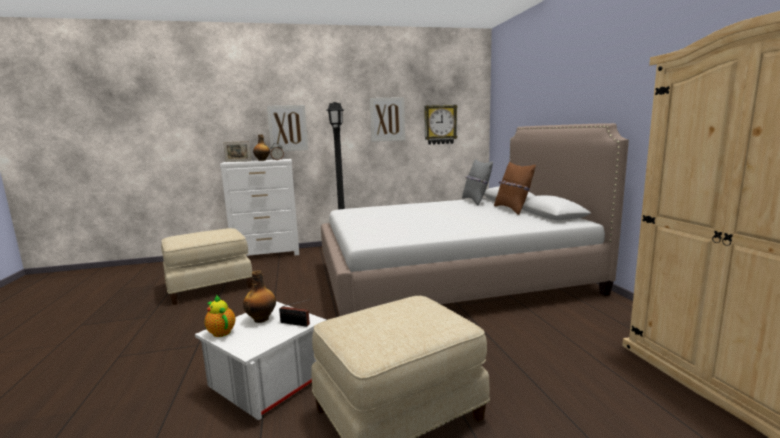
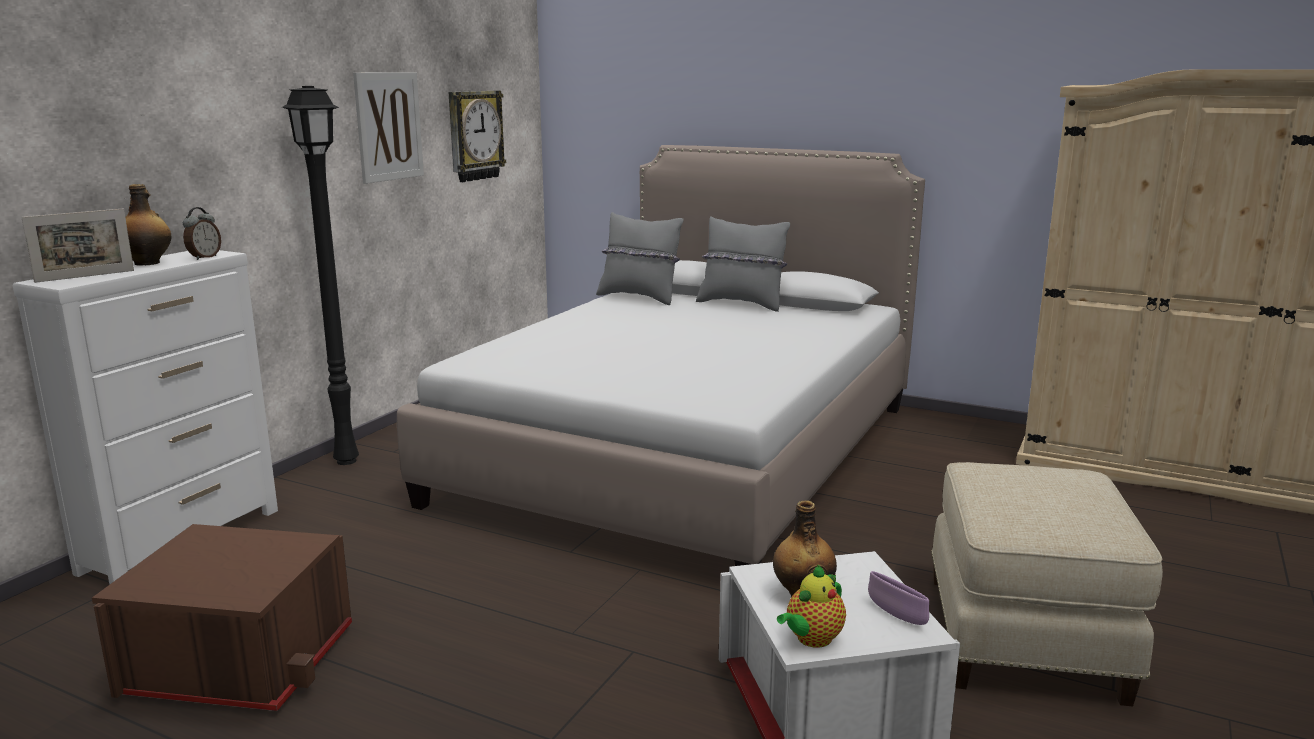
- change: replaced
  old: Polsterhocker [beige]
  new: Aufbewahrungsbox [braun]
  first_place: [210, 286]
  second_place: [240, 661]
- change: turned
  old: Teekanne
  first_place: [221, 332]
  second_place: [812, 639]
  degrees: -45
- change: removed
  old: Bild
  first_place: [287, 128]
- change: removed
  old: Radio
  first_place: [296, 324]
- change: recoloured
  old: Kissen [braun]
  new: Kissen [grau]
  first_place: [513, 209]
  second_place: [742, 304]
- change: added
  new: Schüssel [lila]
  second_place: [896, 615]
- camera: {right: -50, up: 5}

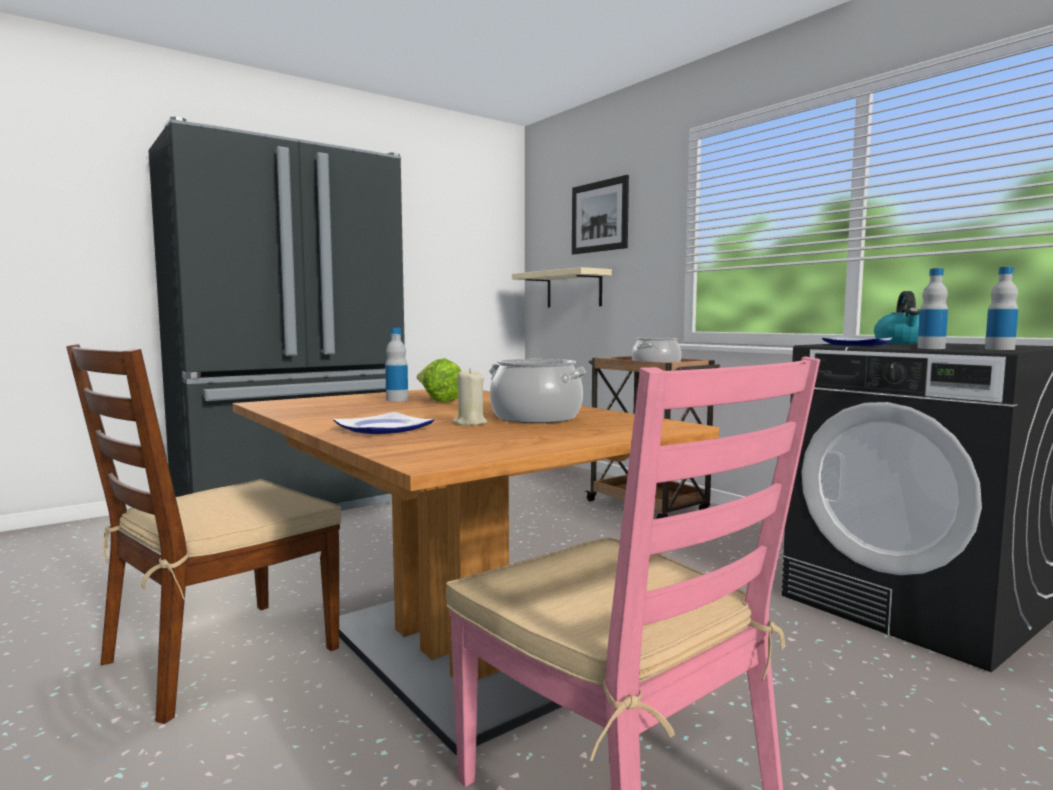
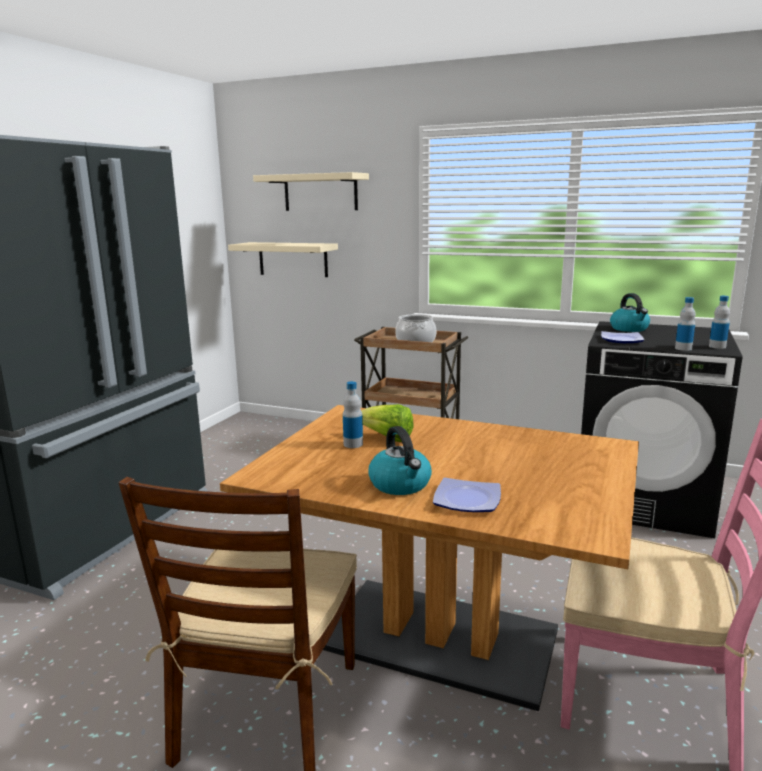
- change: removed
  old: Kerze [beige]
  first_place: [470, 423]
- change: removed
  old: Kochtopf
  first_place: [536, 417]
- change: replaced
  old: Bild
  new: Wandregal [beige]
  first_place: [599, 216]
  second_place: [320, 192]
- change: added
  new: Wasserkessel
  second_place: [401, 484]
- camera: {right: -30, up: 10}

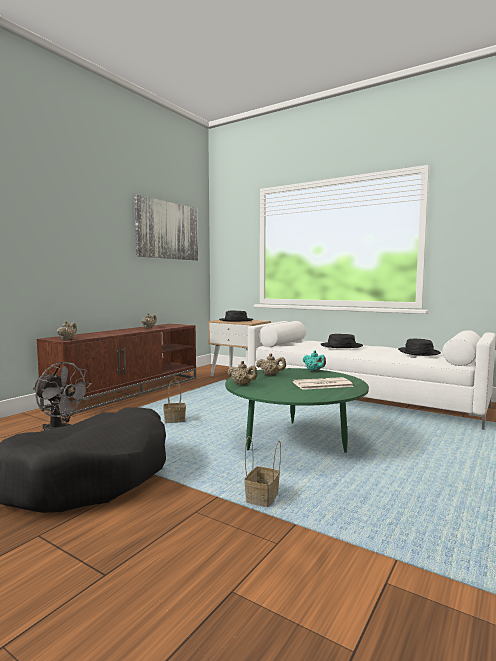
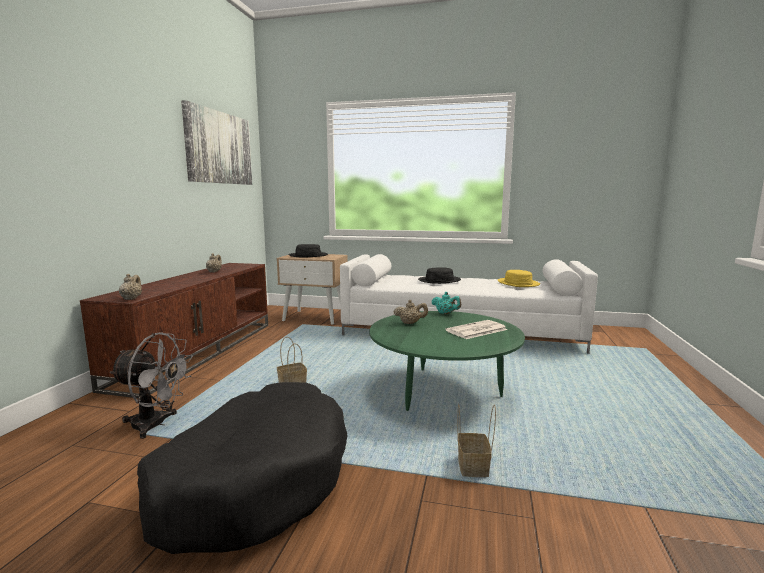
- change: removed
  old: Teekanne [beige]
  first_place: [242, 384]
- change: recoloured
  old: Hut [schwarz]
  new: Hut [gelb]
  first_place: [418, 352]
  second_place: [518, 283]
- camera: {right: -20, up: 5}

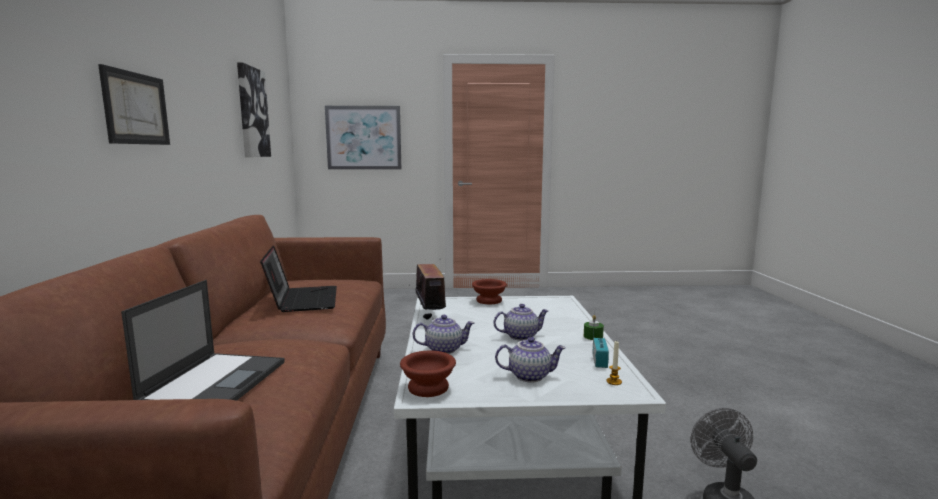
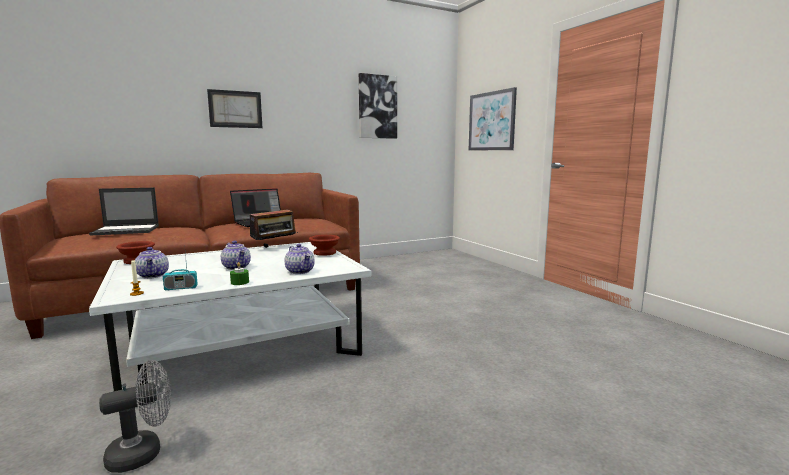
- change: moved
  old: Teekanne
  first_place: [444, 349]
  second_place: [300, 271]
- camera: {right: 65, up: 0}

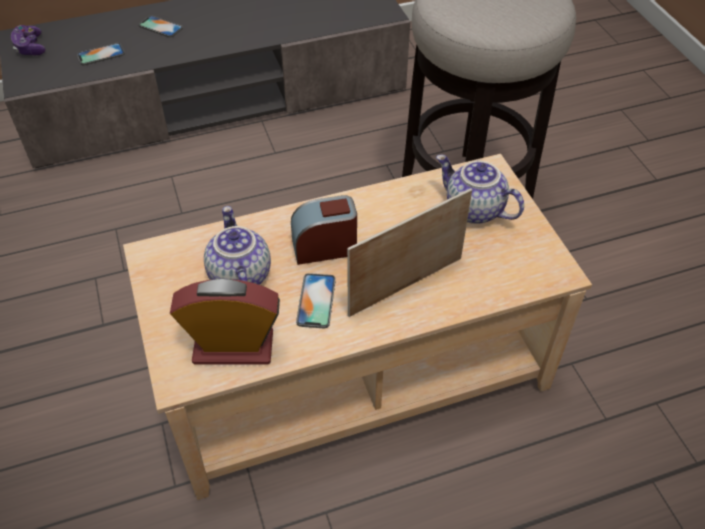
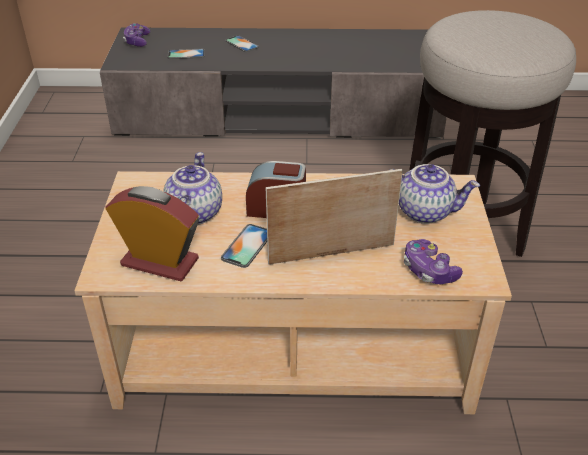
- change: turned
  old: Teekanne
  first_place: [473, 210]
  second_place: [424, 211]
  degrees: 135
- change: added
  new: Gamepad
  second_place: [428, 270]
- camera: {right: 20, up: -10}

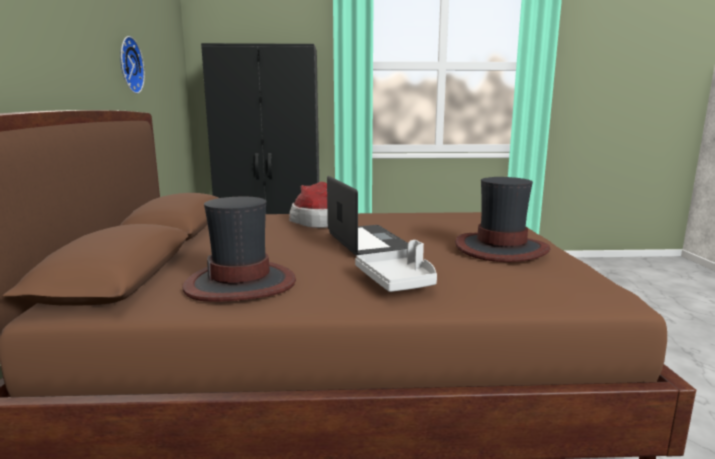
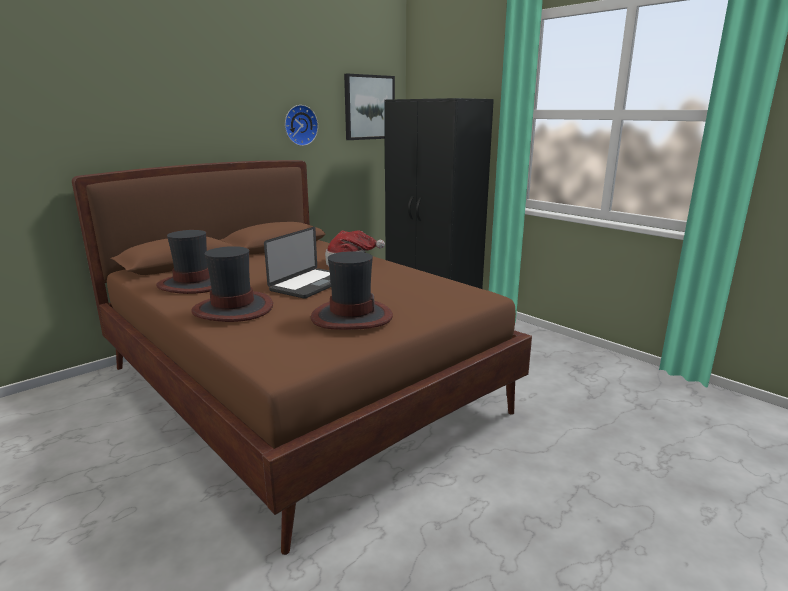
- change: replaced
  old: Tablett [grau]
  new: Hut
  first_place: [398, 281]
  second_place: [233, 309]
- change: added
  new: Bild
  second_place: [369, 107]
- camera: {right: 50, up: 5}

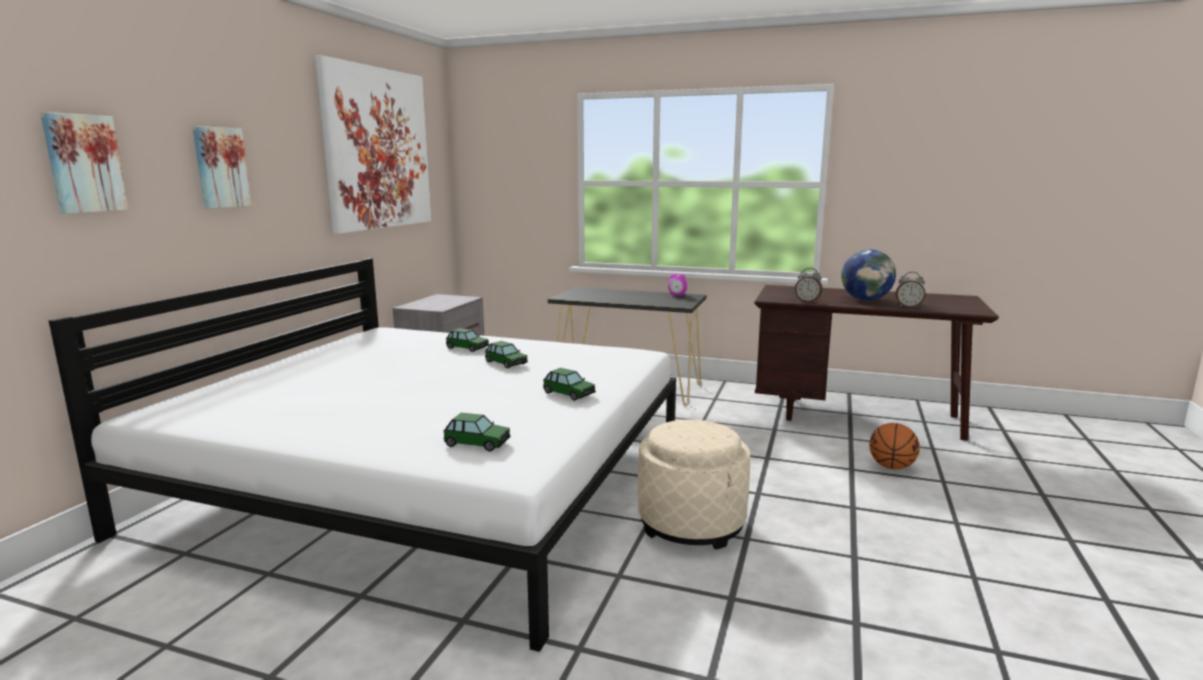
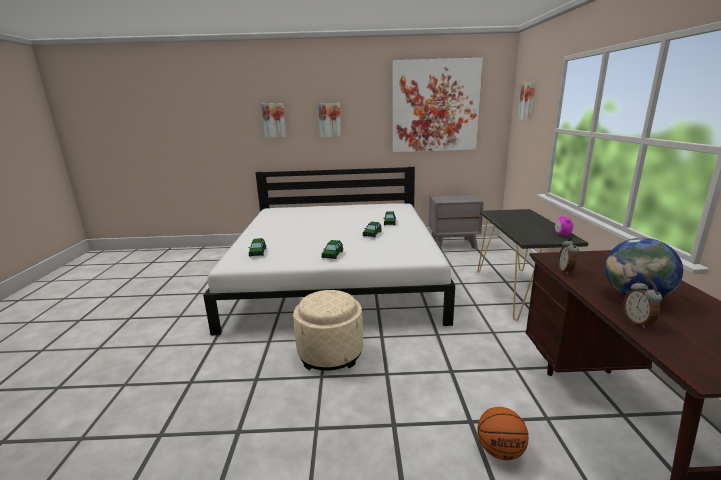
- change: added
  new: Bild
  second_place: [527, 101]
- camera: {right: 70, up: 5}

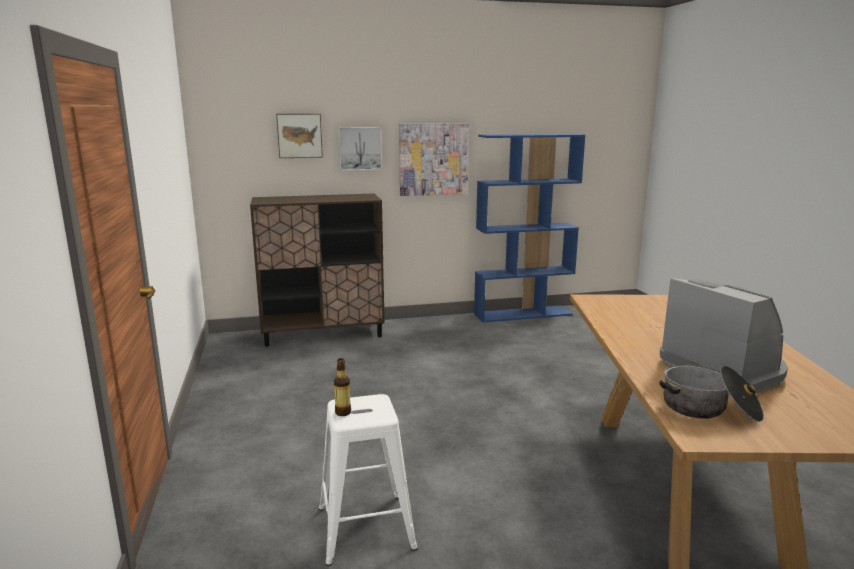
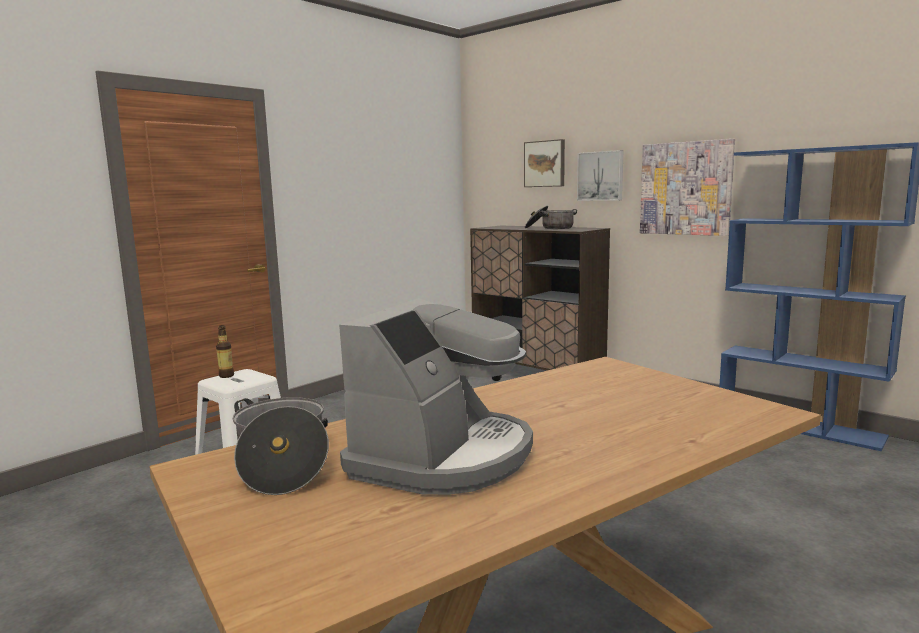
- change: added
  new: Kochtopf
  second_place: [550, 228]
- camera: {right: 55, up: -5}

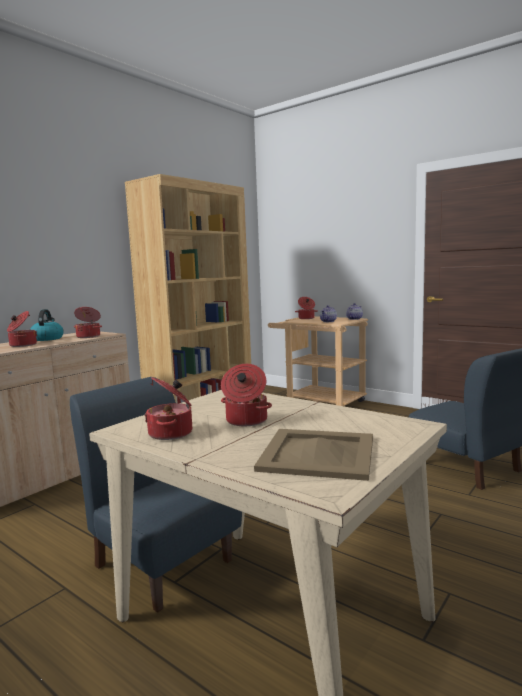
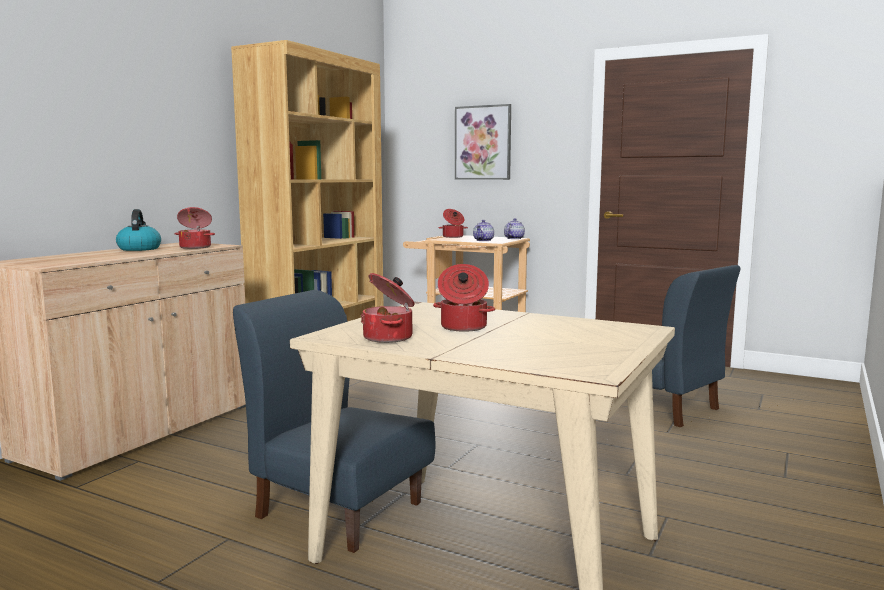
- change: removed
  old: Kochtopf
  first_place: [22, 345]
- change: removed
  old: Tablett [beige]
  first_place: [317, 453]
- change: added
  new: Bild
  second_place: [483, 143]
- camera: {right: -10, up: 0}

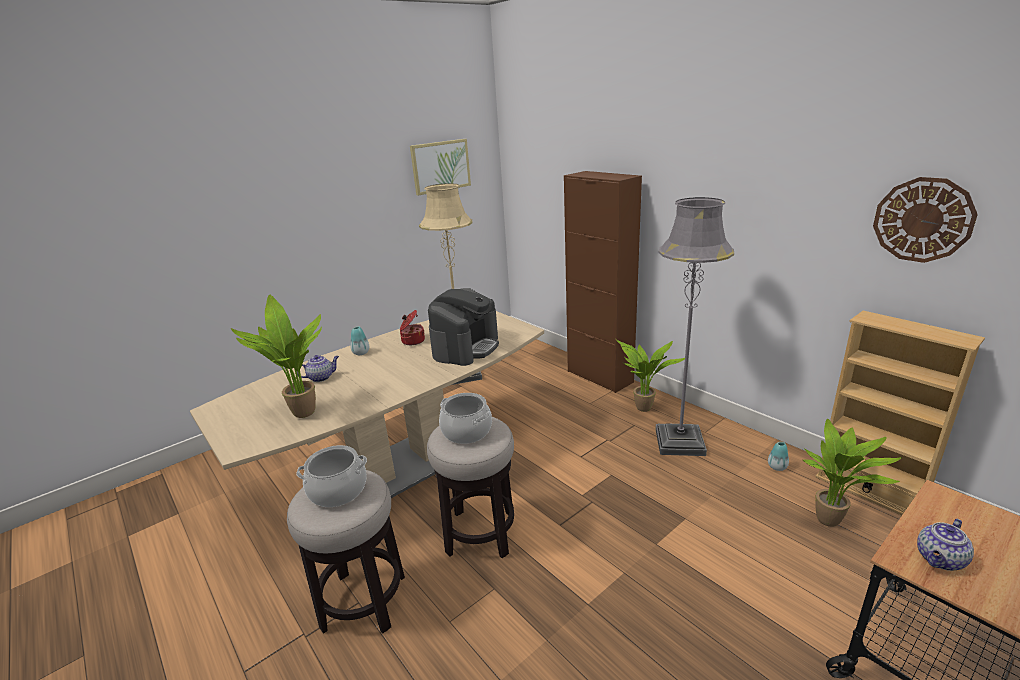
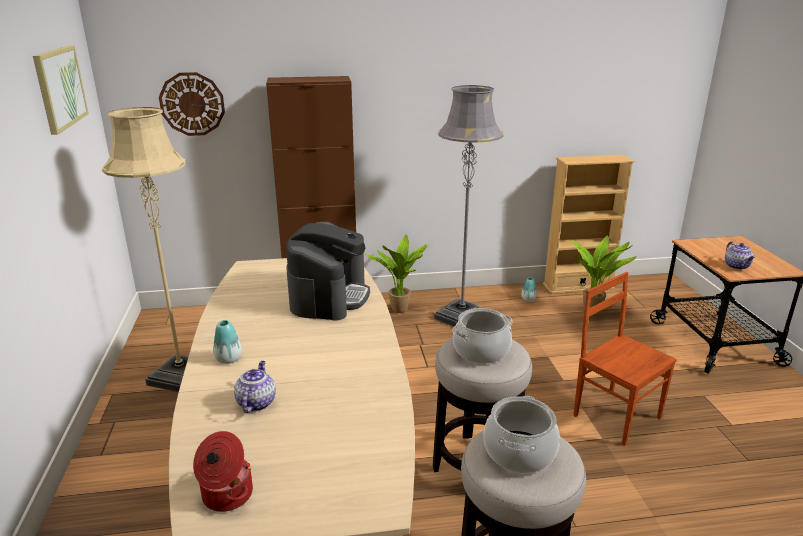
- change: removed
  old: Topfpflanze
  first_place: [300, 414]
- change: moved
  old: Kochtopf
  first_place: [412, 341]
  second_place: [226, 495]
- change: turned
  old: Kaffeemaschine
  first_place: [466, 347]
  second_place: [329, 297]
  degrees: 45
- change: moved
  old: Wanduhr
  first_place: [922, 220]
  second_place: [192, 104]
- change: added
  new: Stuhl [braun]
  second_place: [616, 415]
- camera: {right: -60, up: 0}

